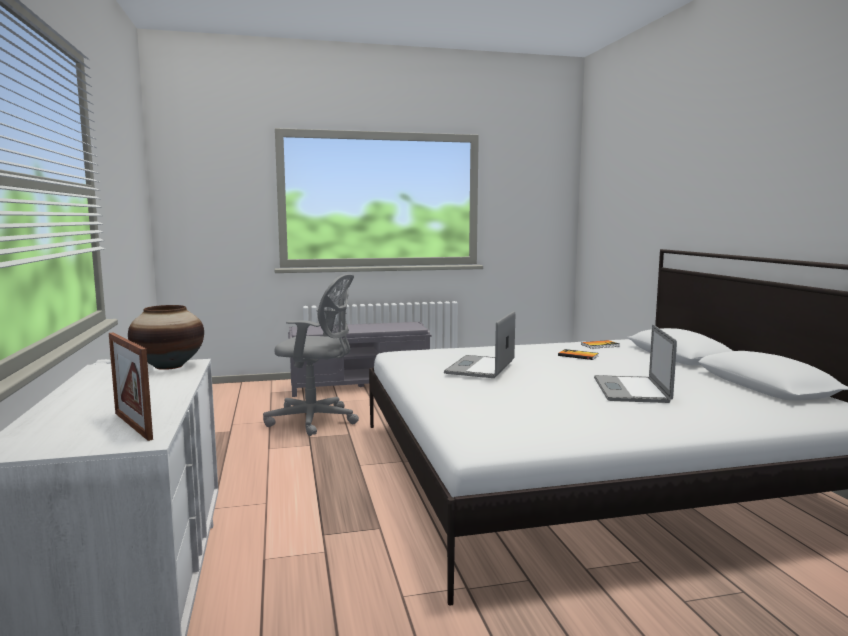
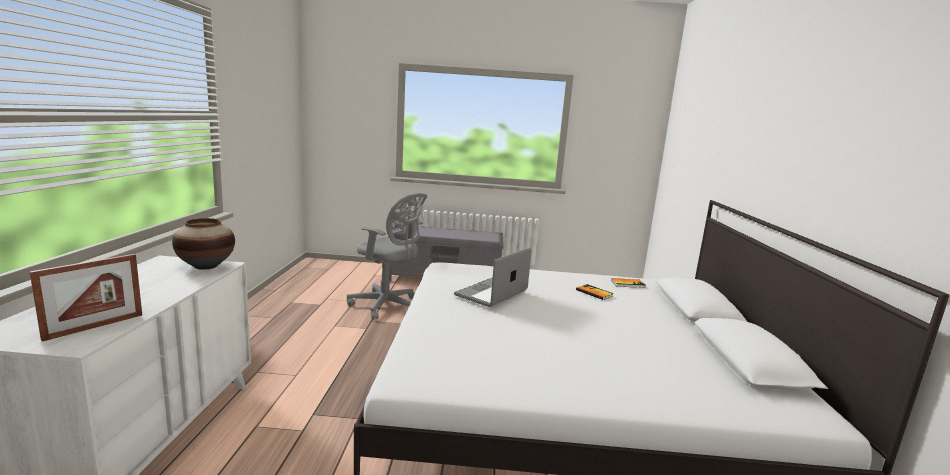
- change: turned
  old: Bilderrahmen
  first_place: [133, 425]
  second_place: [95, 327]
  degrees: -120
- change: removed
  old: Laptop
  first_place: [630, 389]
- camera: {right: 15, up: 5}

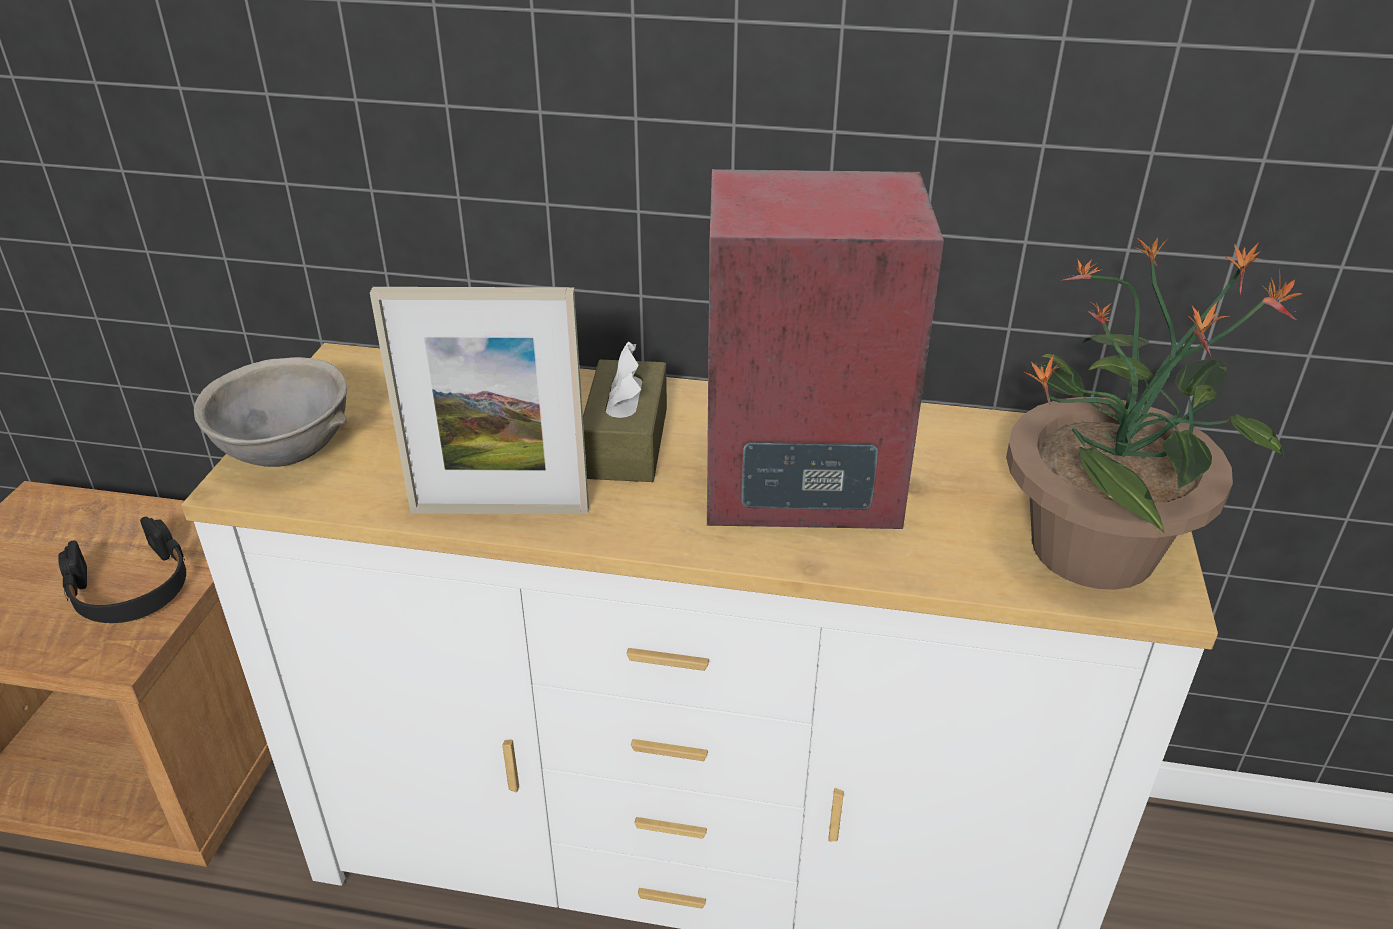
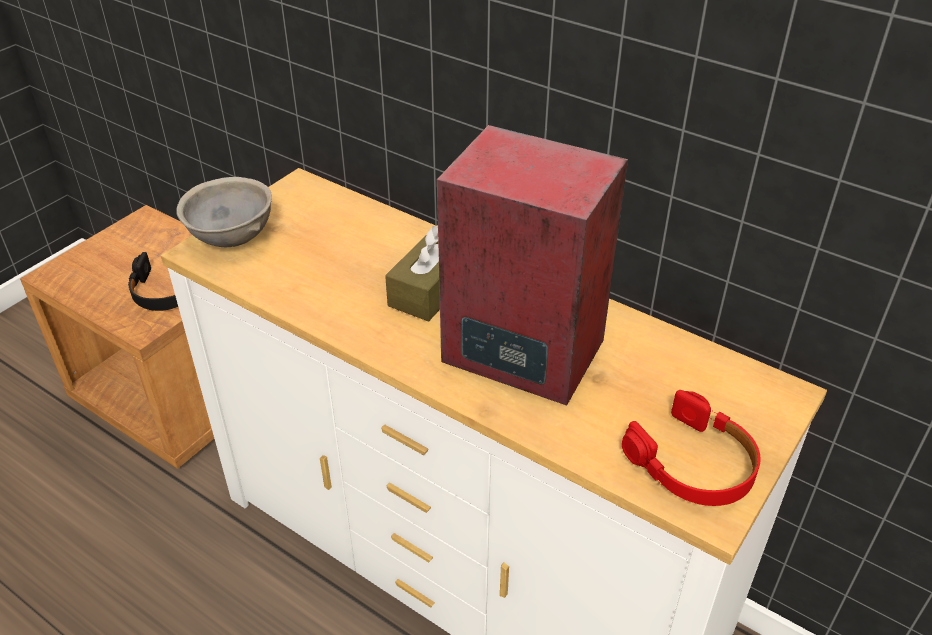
- change: removed
  old: Bilderrahmen
  first_place: [500, 510]
- change: replaced
  old: Topfpflanze
  new: Kopfhörer [rot]
  first_place: [1096, 547]
  second_place: [693, 464]
- camera: {right: 25, up: 5}

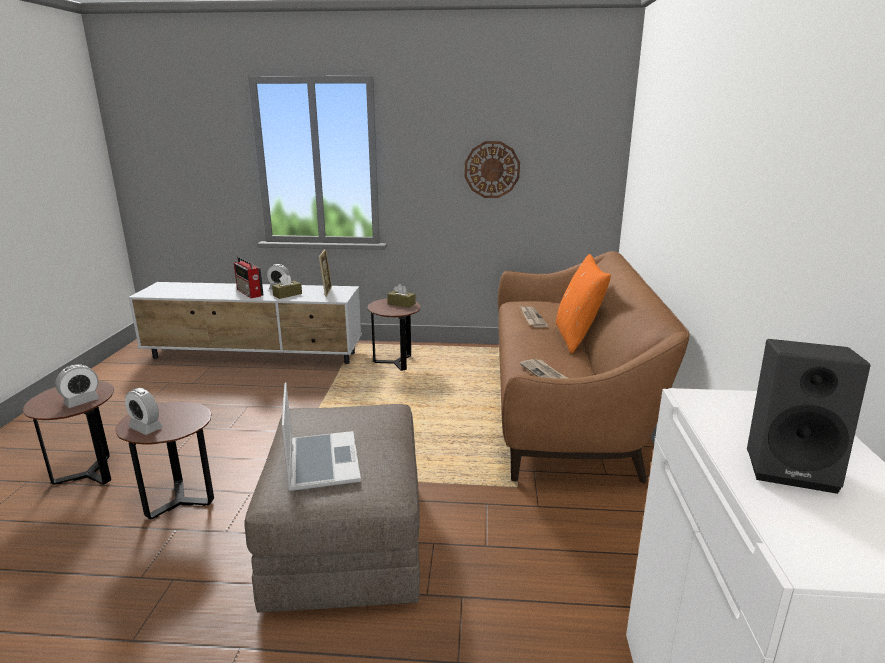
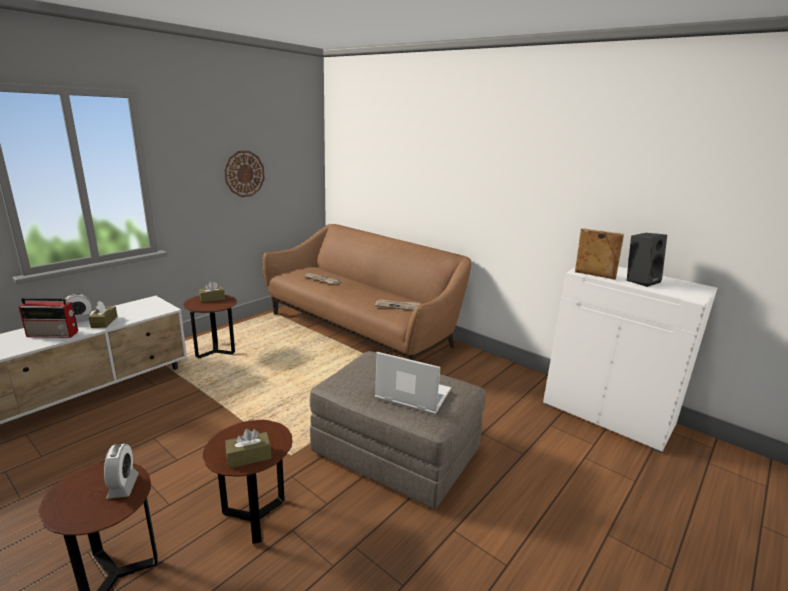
- change: replaced
  old: Wecker
  new: Taschentuchbox [braun]
  first_place: [146, 428]
  second_place: [249, 456]
- change: moved
  old: Bilderrahmen
  first_place: [327, 292]
  second_place: [593, 276]
- change: removed
  old: Kissen [orange]
  first_place: [577, 338]
- camera: {right: -55, up: 0}

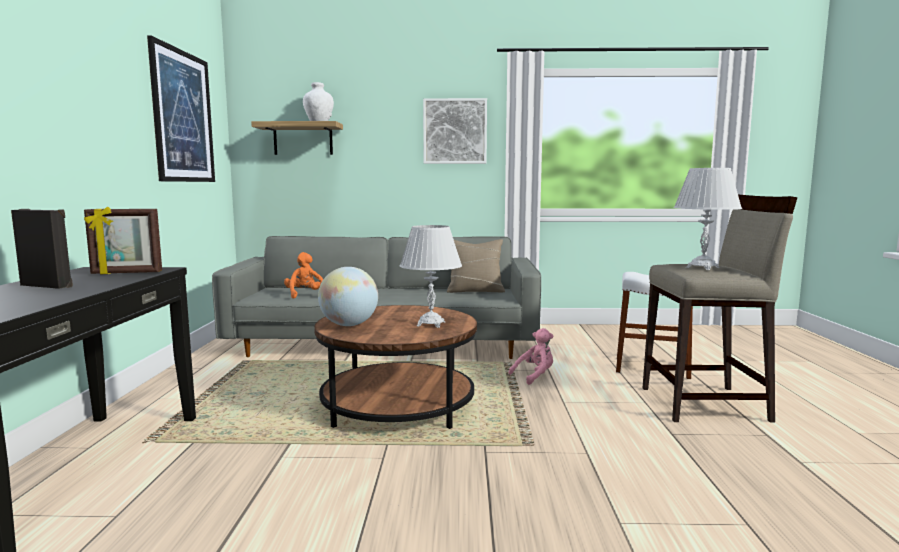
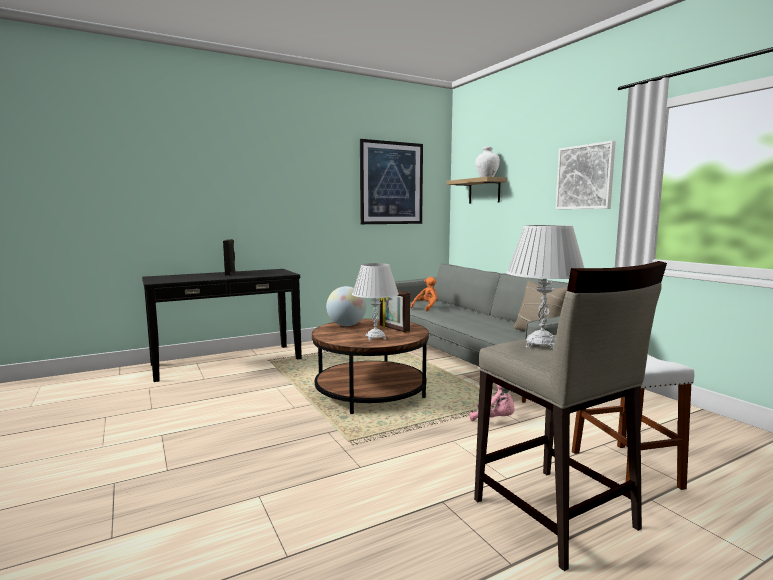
- change: moved
  old: Bilderrahmen
  first_place: [126, 273]
  second_place: [393, 329]
- camera: {right: 60, up: 0}

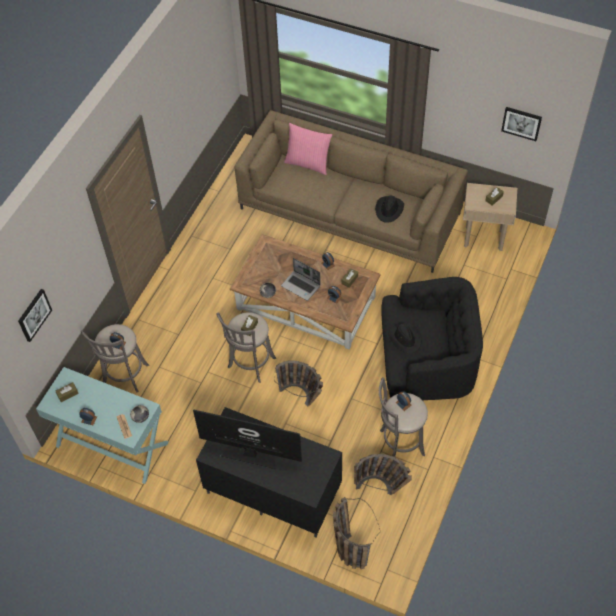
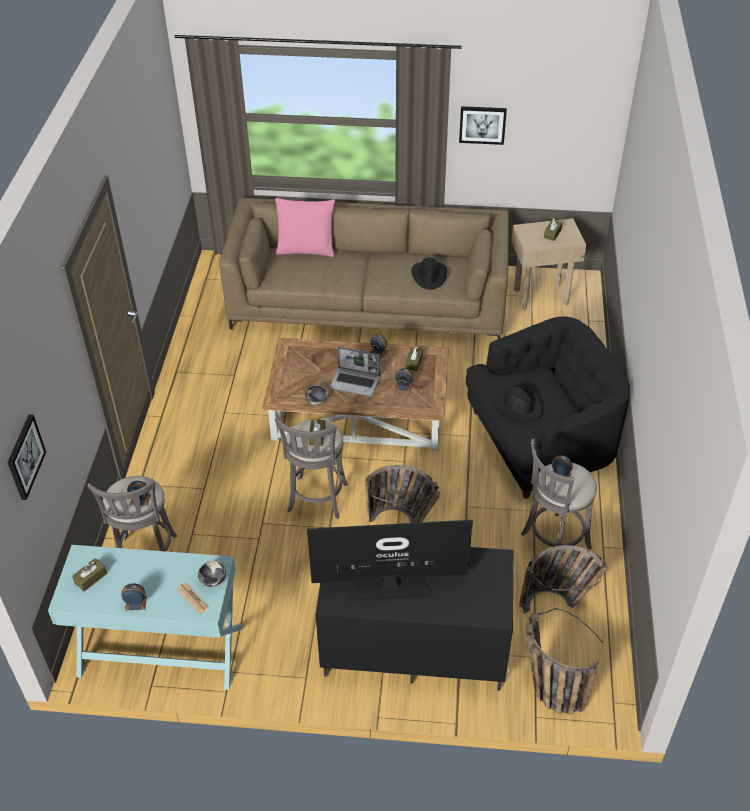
- change: moved
  old: Bild
  first_place: [521, 123]
  second_place: [482, 124]
- camera: {right: -20, up: -10}

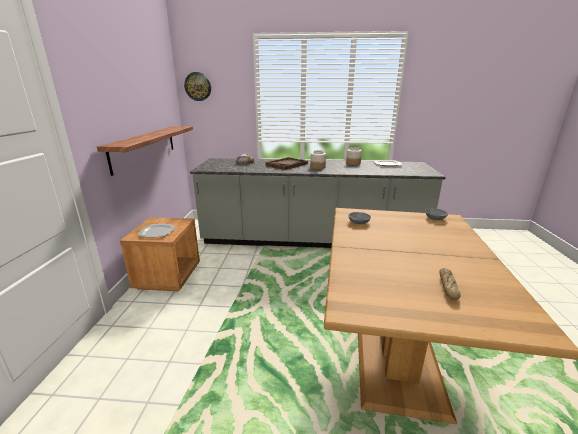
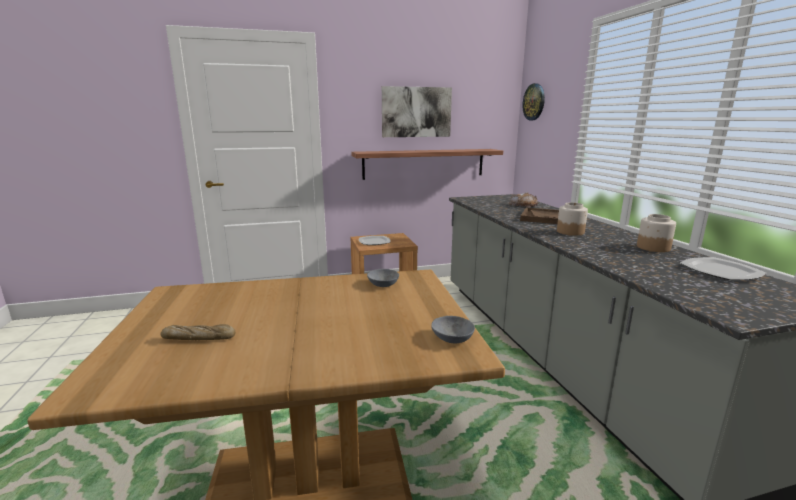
- change: added
  new: Bild
  second_place: [416, 112]
- camera: {right: 70, up: -5}

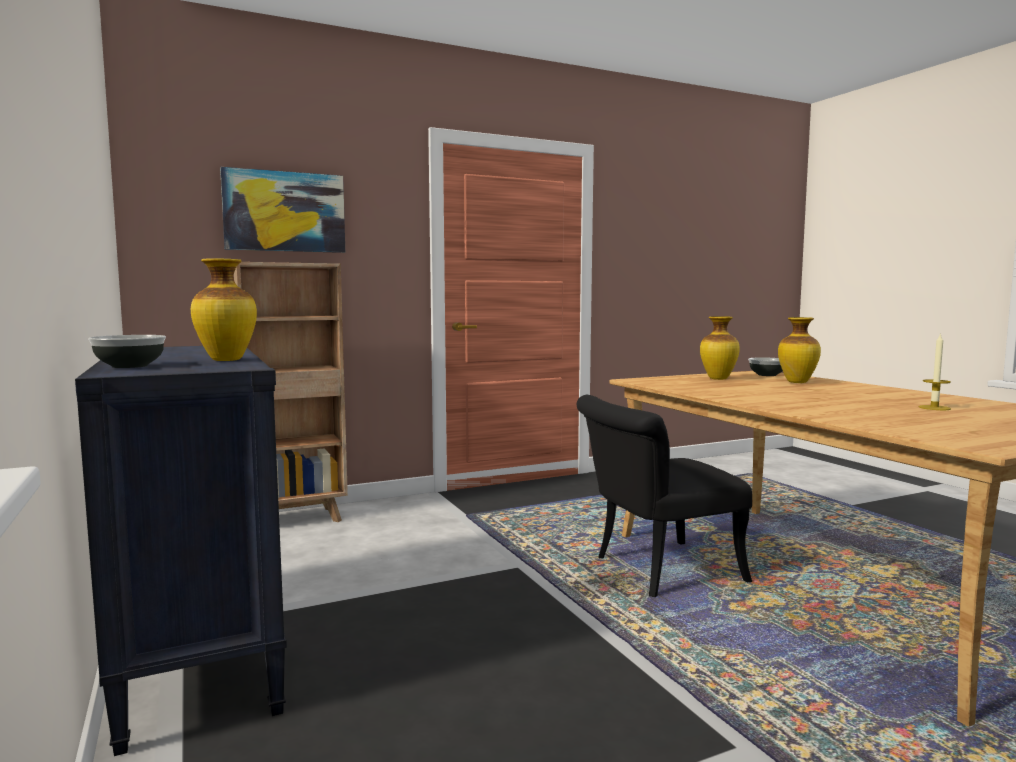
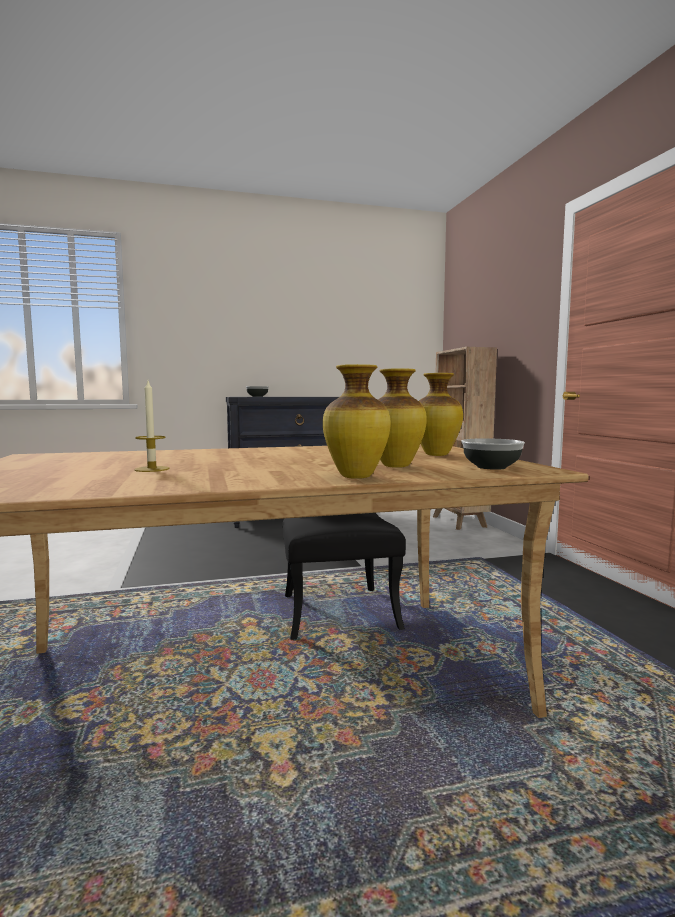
- change: moved
  old: Vase
  first_place: [227, 360]
  second_place: [356, 477]
- change: removed
  old: Bild
  first_place: [284, 211]
- camera: {right: 100, up: 0}

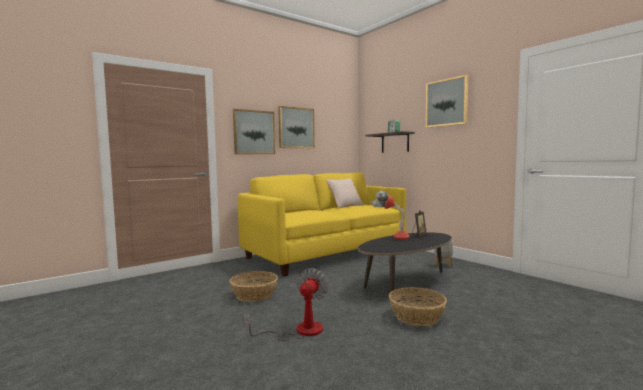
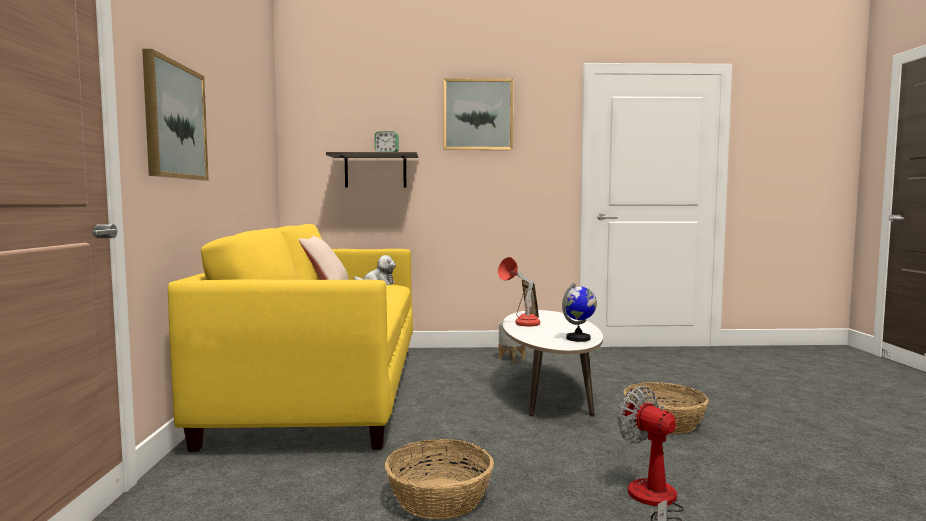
- change: removed
  old: Bild
  first_place: [296, 128]
- change: recoloured
  old: Couchtisch [schwarz]
  new: Couchtisch [weiß]
  first_place: [406, 283]
  second_place: [549, 392]
- change: added
  new: Globus
  second_place: [578, 338]
- camera: {right: -55, up: 0}

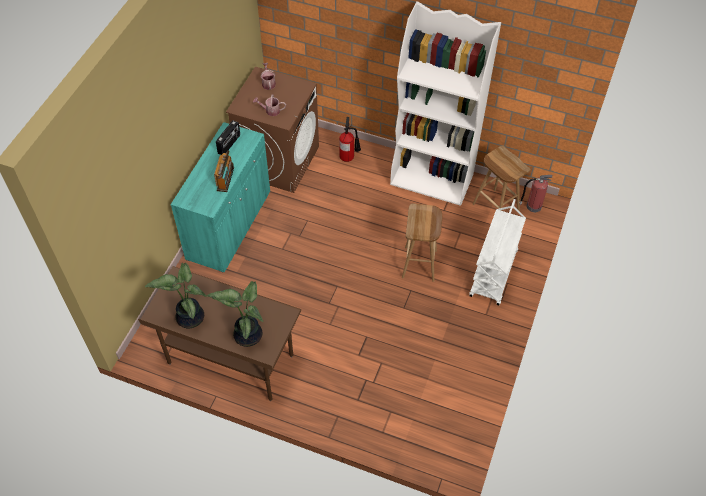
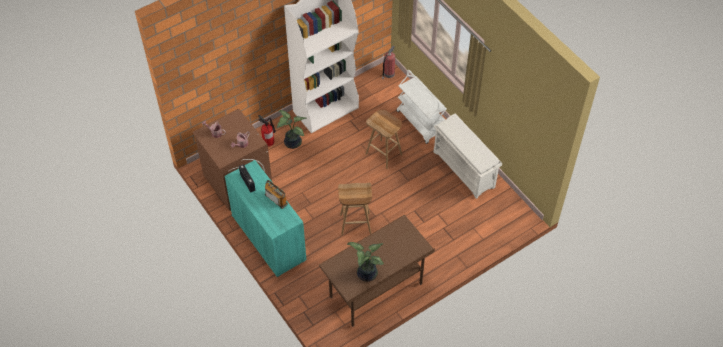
- change: moved
  old: Topfpflanze
  first_place: [247, 334]
  second_place: [291, 143]
- change: moved
  old: Hocker [braun]
  first_place: [495, 207]
  second_place: [355, 224]
- change: added
  new: Schuhregal [weiß]
  second_place: [464, 169]
- camera: {right: -55, up: 0}

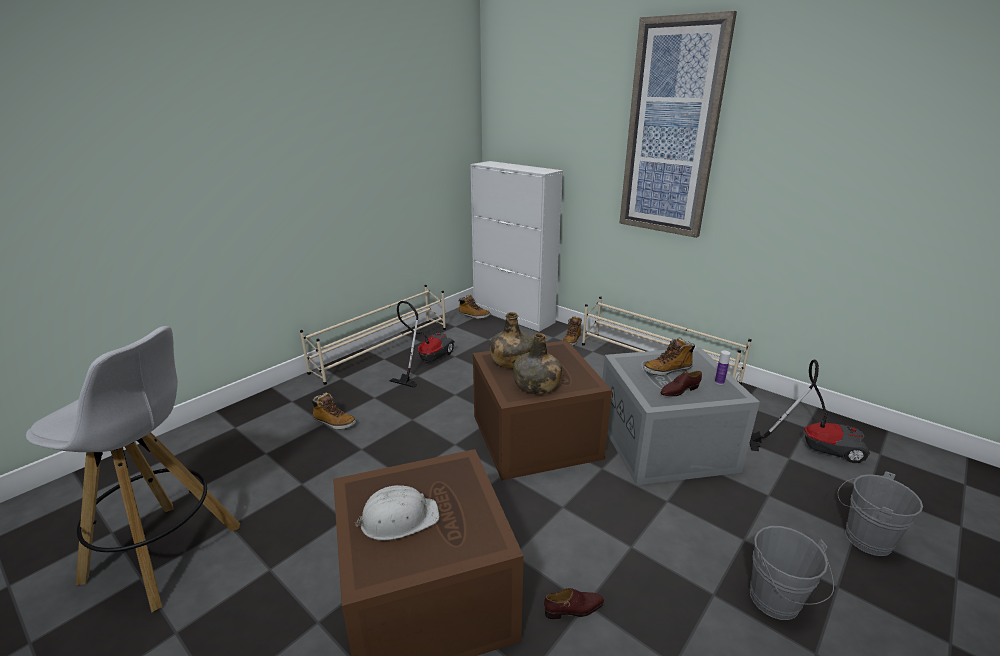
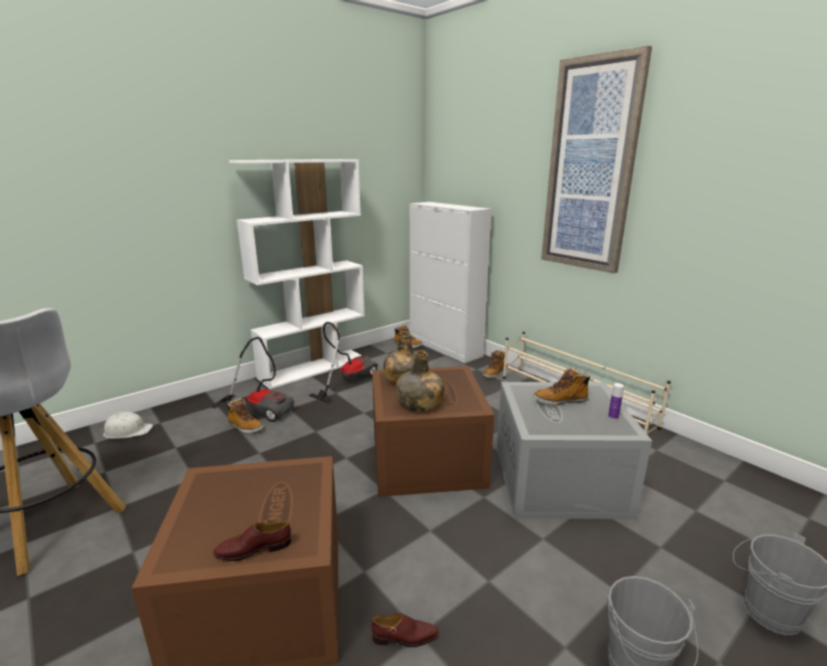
- change: replaced
  old: Schuhregal [beige]
  new: Bücherregal [weiß]
  first_place: [383, 349]
  second_place: [314, 368]
- change: moved
  old: Schutzhelm [weiß]
  first_place: [398, 518]
  second_place: [127, 431]
- change: moved
  old: Schuh [braun]
  first_place: [679, 390]
  second_place: [253, 549]
- change: moved
  old: Staubsauger
  first_place: [812, 446]
  second_place: [262, 409]
- camera: {right: 10, up: -5}

